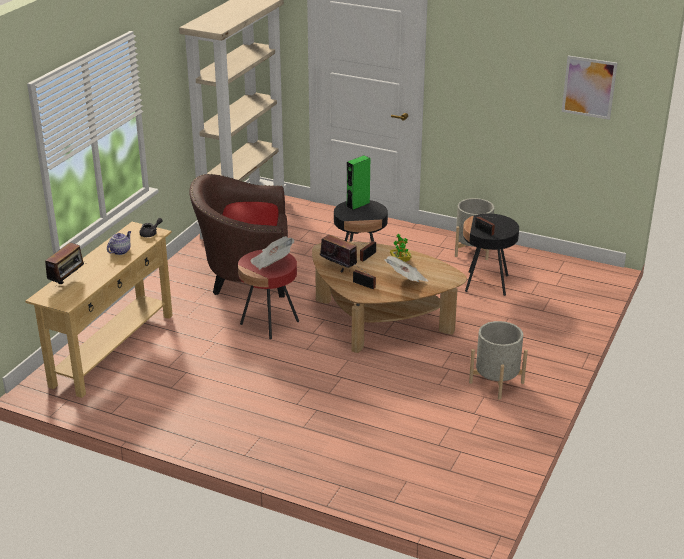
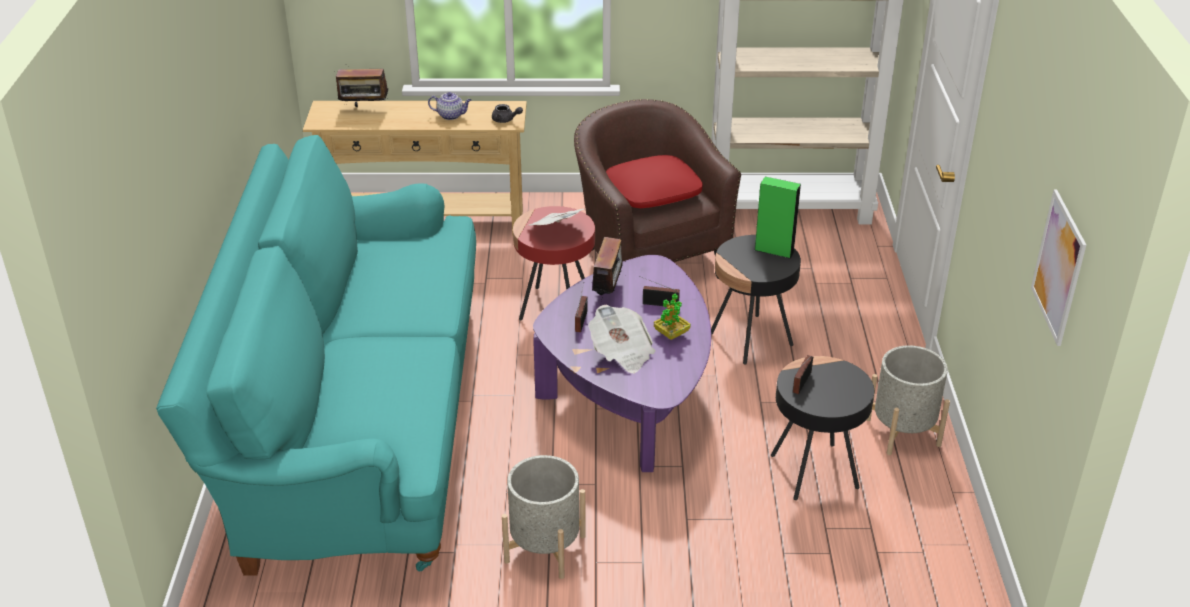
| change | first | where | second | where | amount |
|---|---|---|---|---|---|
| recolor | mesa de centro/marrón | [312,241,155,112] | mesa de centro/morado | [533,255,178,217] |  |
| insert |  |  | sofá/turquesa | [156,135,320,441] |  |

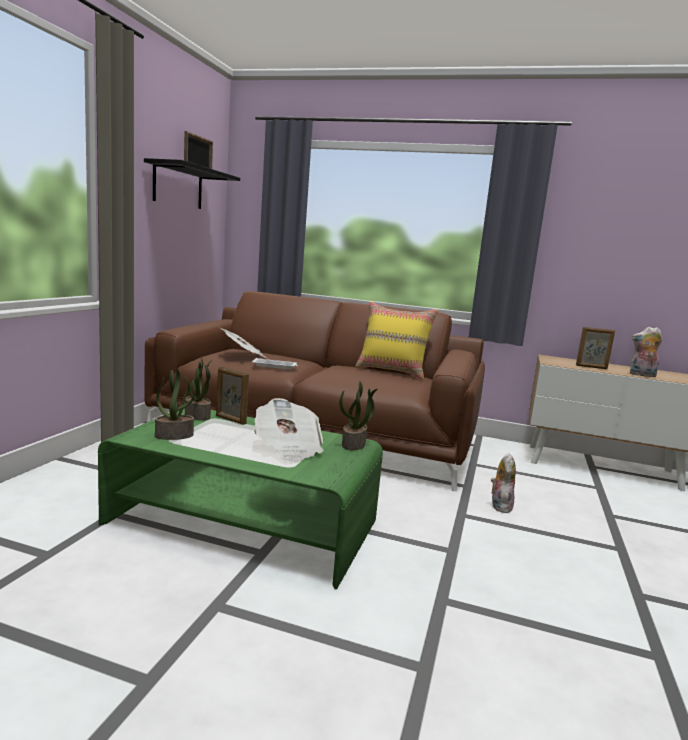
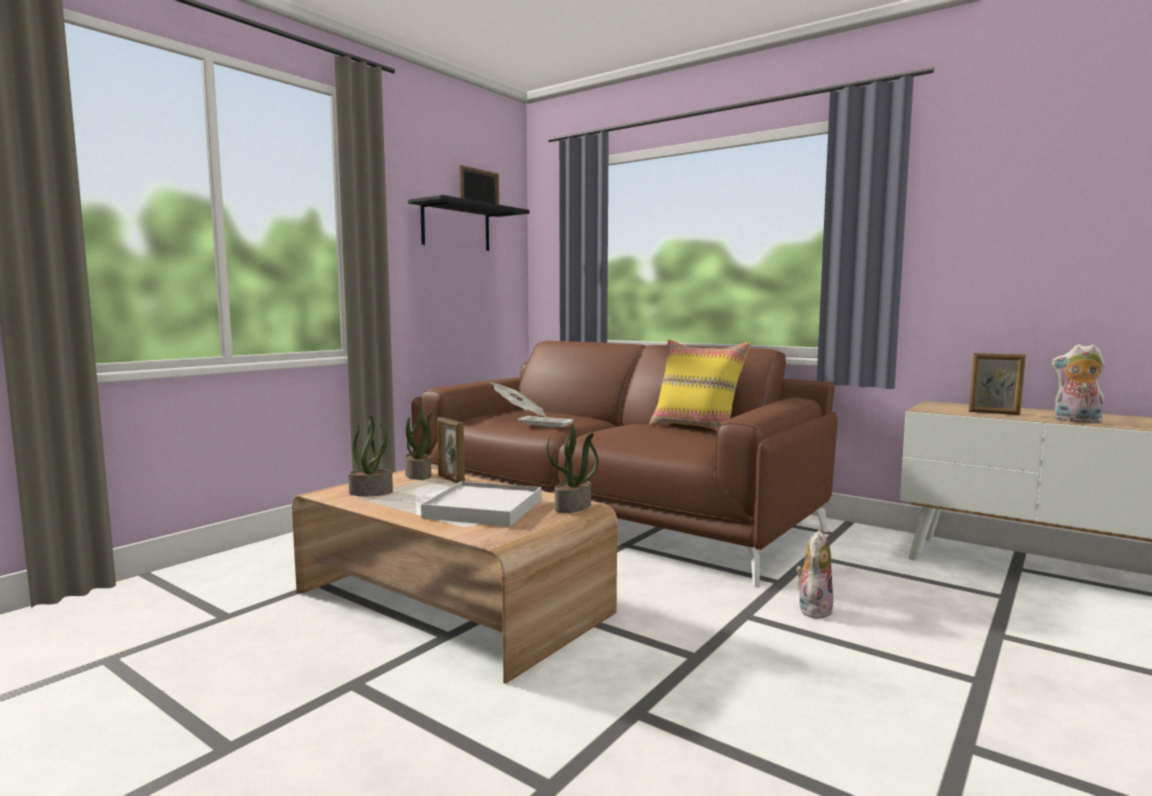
| change | first | where | second | where | amount |
|---|---|---|---|---|---|
| replace | periódico | [254,398,69,66] | bandeja/blanco | [421,481,120,46] |  |
| recolor | mesa de centro/verde | [98,408,285,181] | mesa de centro/marrón | [292,468,325,216] |  |

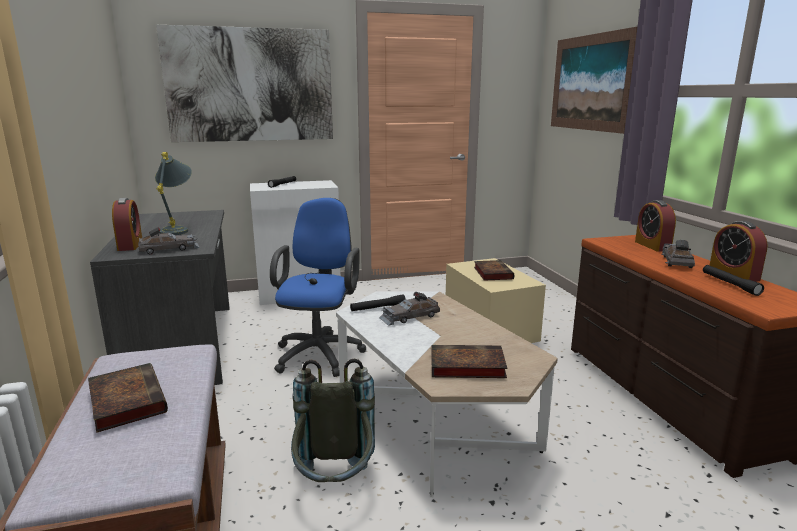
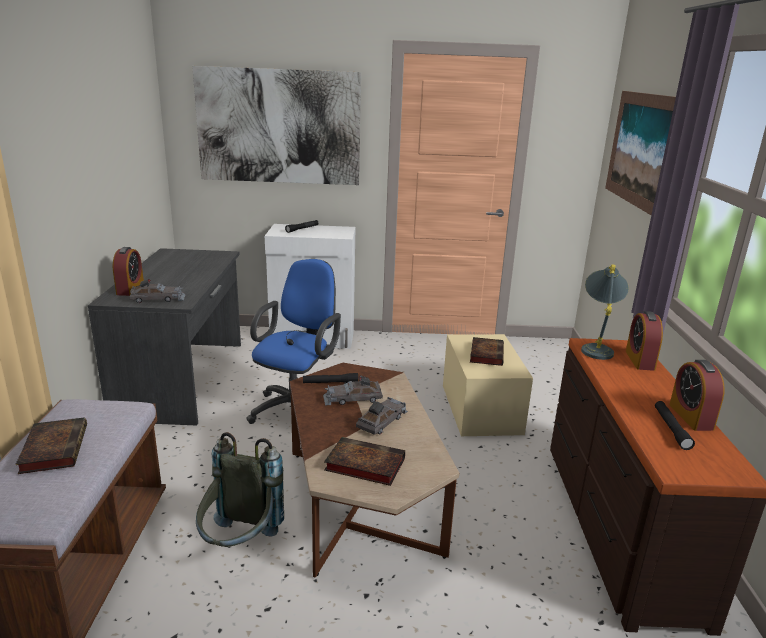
| change | first | where | second | where | amount |
|---|---|---|---|---|---|
| move | lámpara de mesa/gris | [155,152,37,83] |  | [581,264,48,96] |  |
| move | coche de juguete/gris | [662,240,33,28] |  | [356,397,52,38] |  |
| recolor | mesa de centro/blanco | [336,292,222,205] | mesa de centro/marrón | [290,363,169,215] |  |

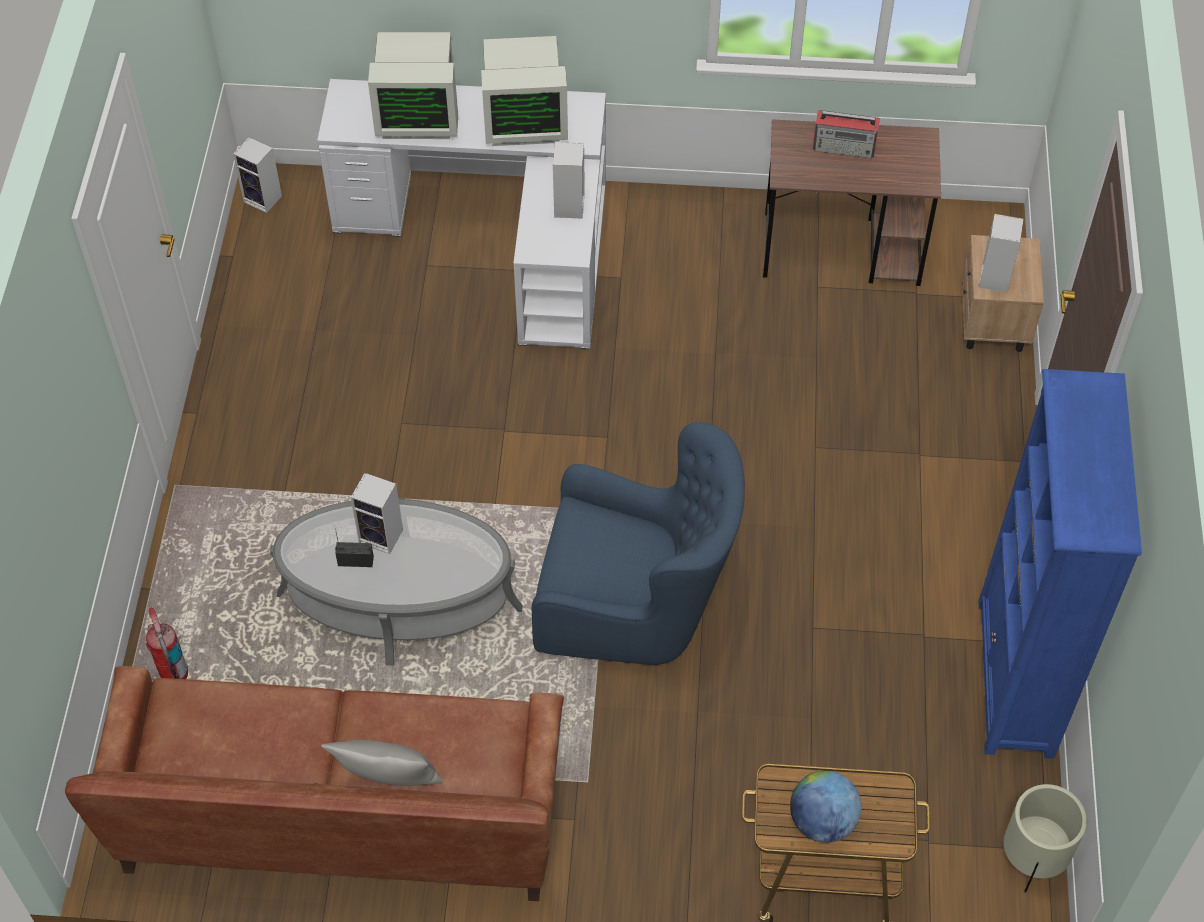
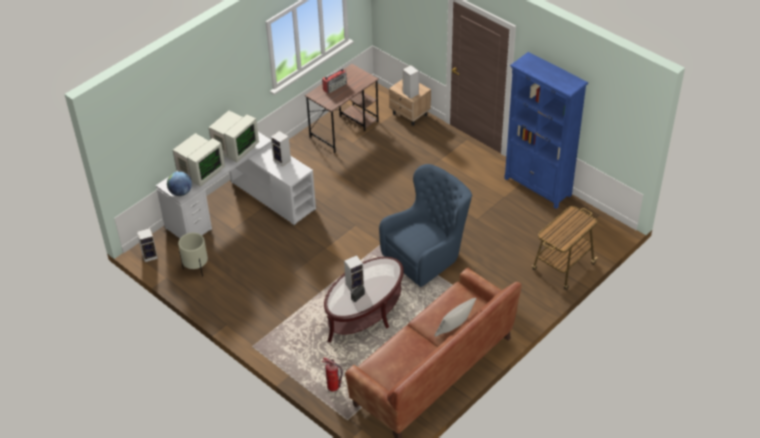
| change | first | where | second | where | amount |
|---|---|---|---|---|---|
| recolor | mesa de centro/gris | [270,498,253,168] | mesa de centro/marrón | [324,257,80,86] |  |
| move | globo terráqueo | [790,771,72,72] |  | [167,171,25,25] |  |
| move | maceta/beis | [1004,784,83,109] |  | [178,233,30,44] |  |

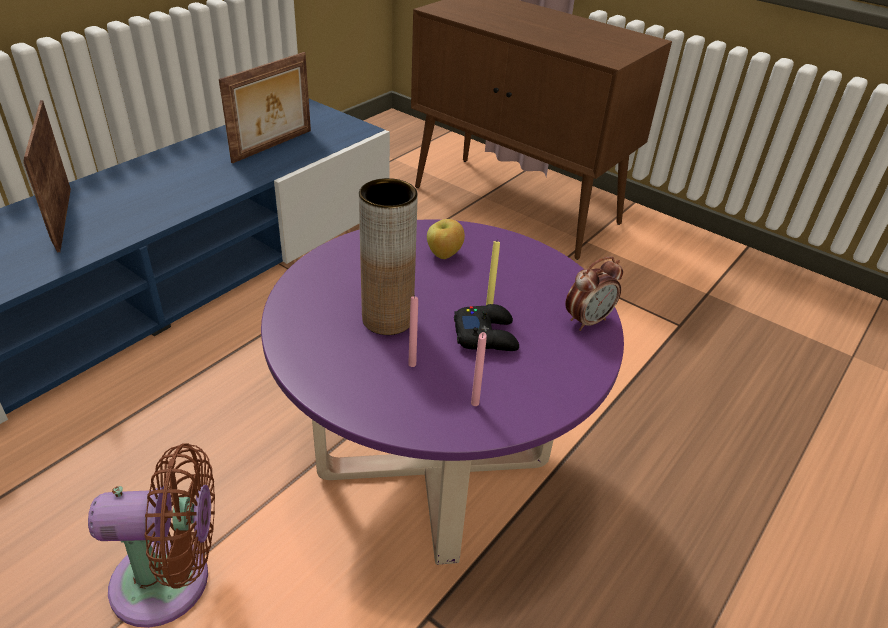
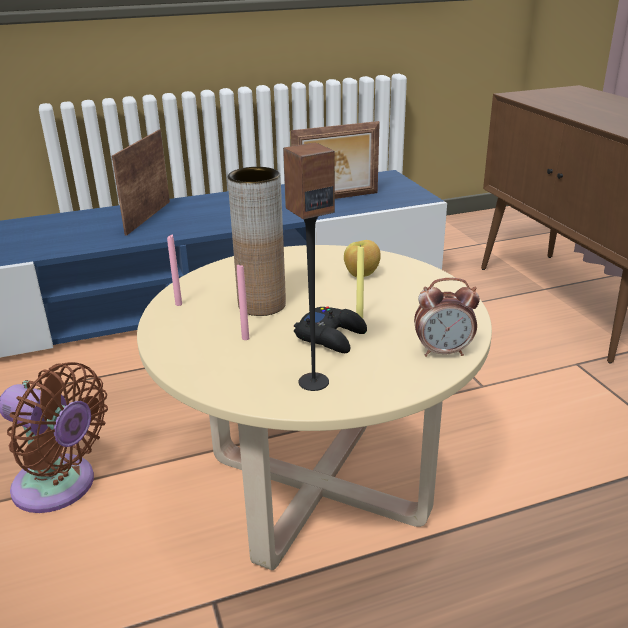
| change | first | where | second | where | amount |
|---|---|---|---|---|---|
| recolor | mesa de centro/morado | [261,219,363,346] | mesa de centro/beis | [137,245,355,325] |  |
| move | vela/rosa | [471,332,16,74] |  | [167,235,15,71] |  |
| insert |  |  | altavoz | [283,142,52,249] |  |

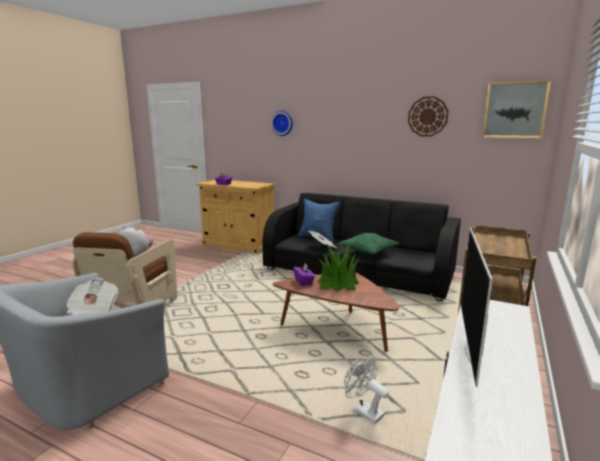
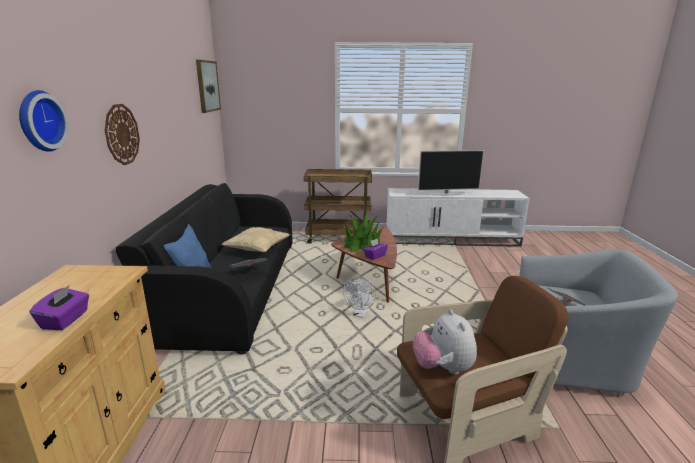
| change | first | where | second | where | amount |
|---|---|---|---|---|---|
| move | reloj de pared | [408,96,41,41] |  | [105,104,35,61] |  |
| recolor | cojín/verde | [339,233,61,22] | cojín/beis | [221,227,69,25] |  |
| move | ventilador/blanco | [344,355,45,69] |  | [343,277,33,41] |  |

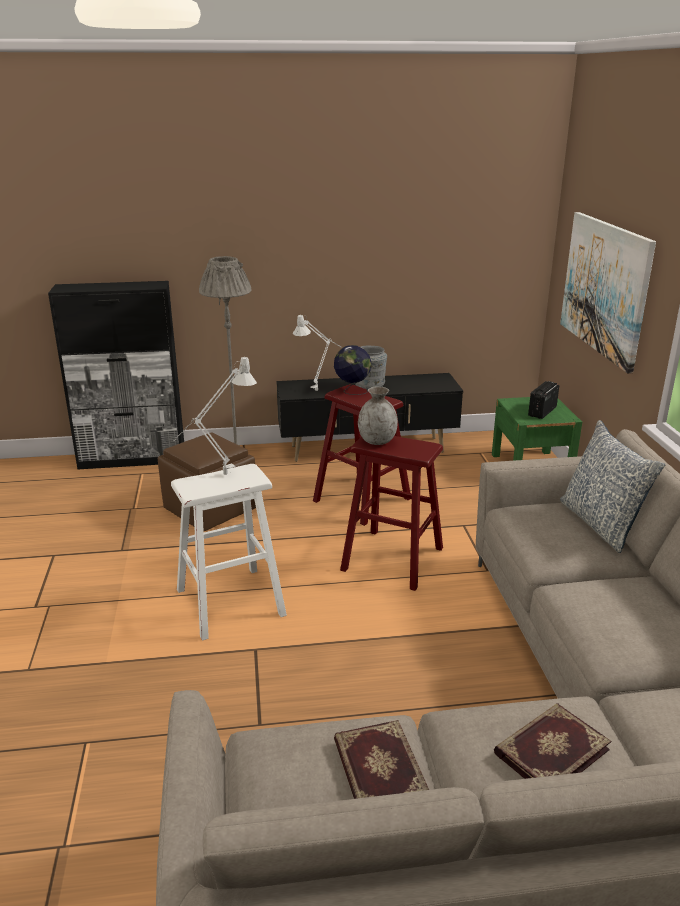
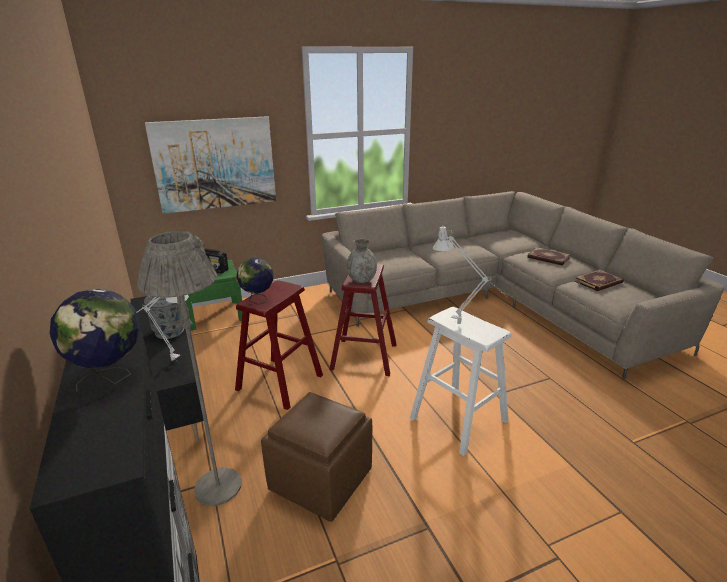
| change | first | where | second | where | amount |
|---|---|---|---|---|---|
| delete | cojín | [560,420,106,133] |  |  |  |
| insert |  |  | globo terráqueo | [50,289,90,103] |  |

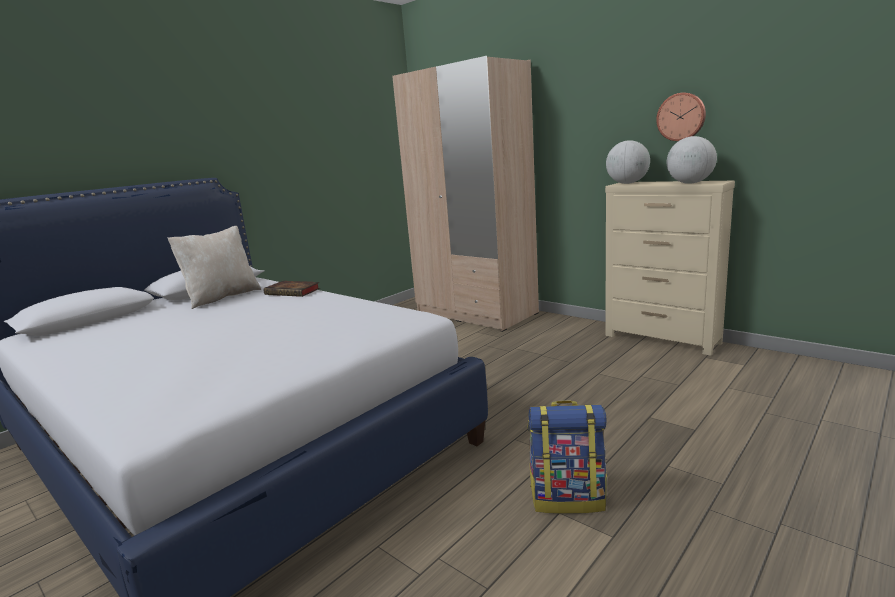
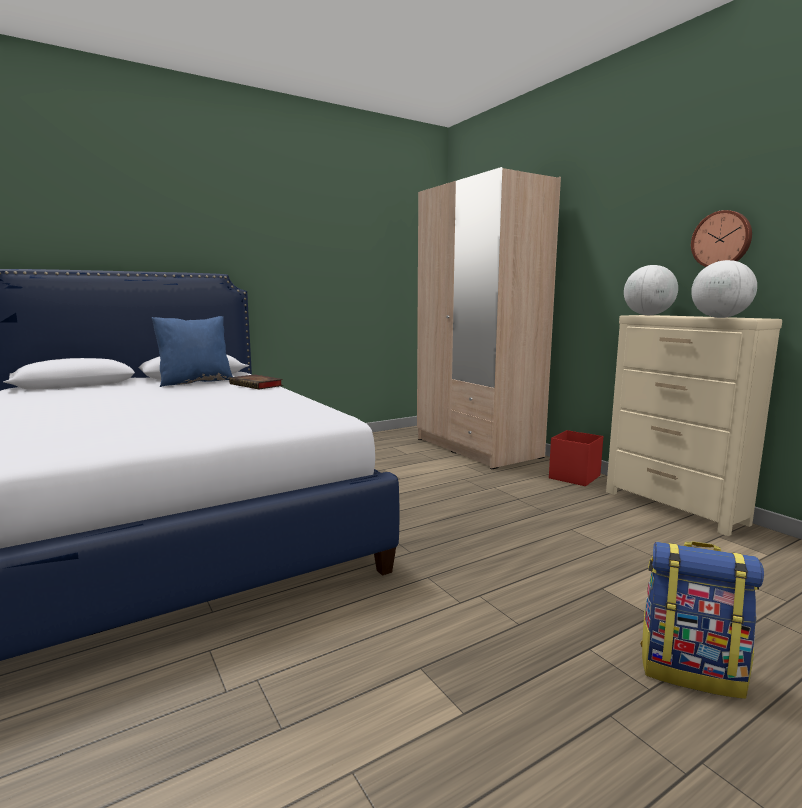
| change | first | where | second | where | amount |
|---|---|---|---|---|---|
| recolor | cojín/beis | [167,226,94,83] | cojín/azul | [152,316,81,71] |  |
| move | mochila | [527,400,80,114] |  | [640,541,124,158] |  |
| insert |  |  | caja de almacenaje/rojo | [549,430,54,56] |  |

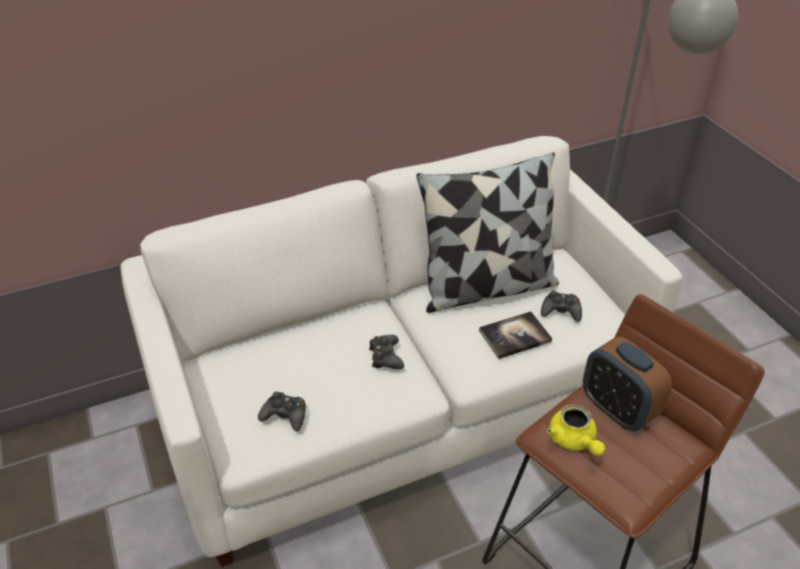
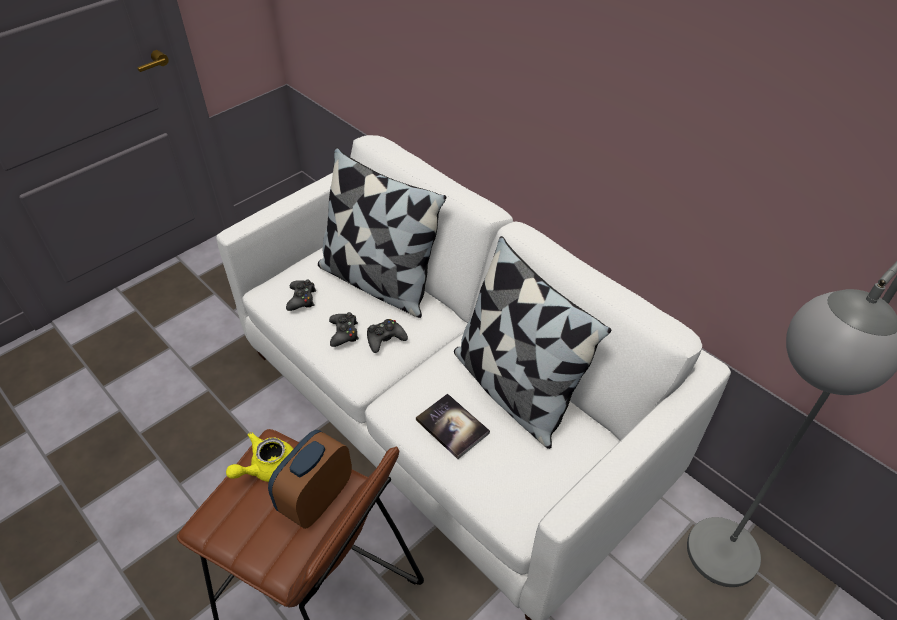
| change | first | where | second | where | amount |
|---|---|---|---|---|---|
| move | mando de consola/negro | [541,291,41,31] |  | [329,312,30,35] |  |
| insert |  |  | cojín | [318,147,129,171] |  |

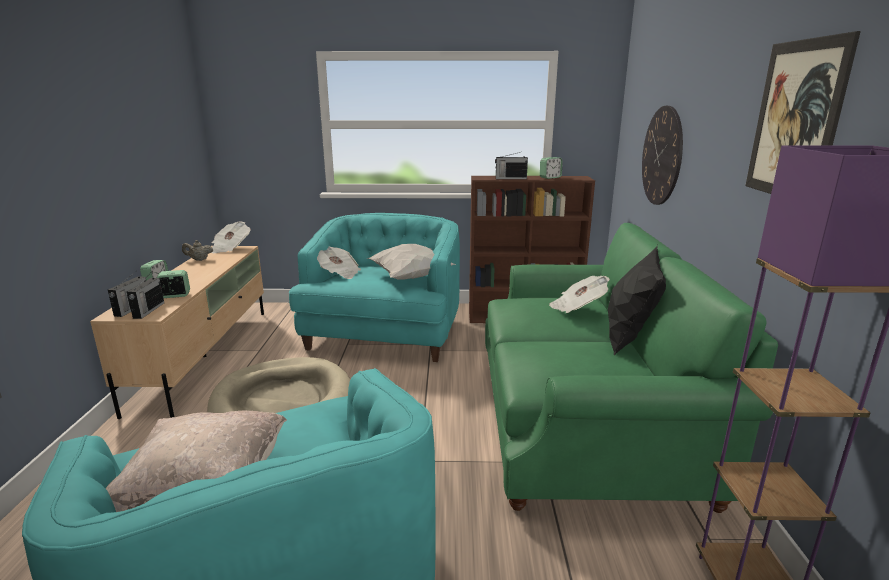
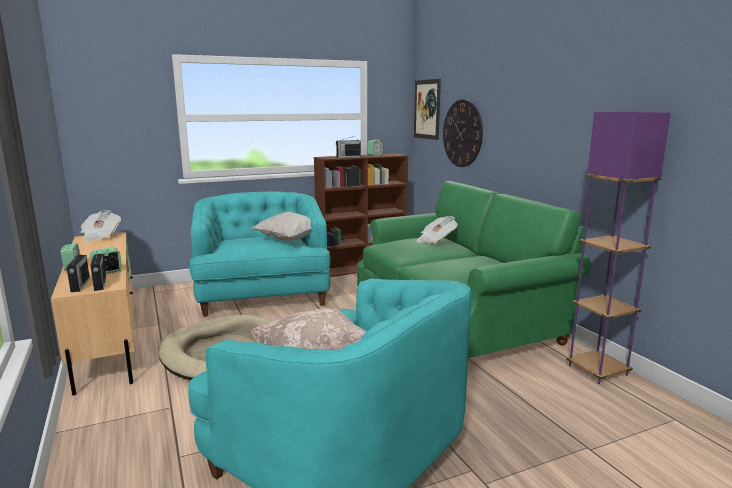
| change | first | where | second | where | amount |
|---|---|---|---|---|---|
| move | cuadro | [745,31,116,163] |  | [414,79,27,61] |  |
| delete | tetera/beis | [182,240,31,21] |  |  |  |
| delete | cojín/negro | [608,245,58,111] |  |  |  |
| delete | periódico | [317,247,44,32] |  |  |  |

